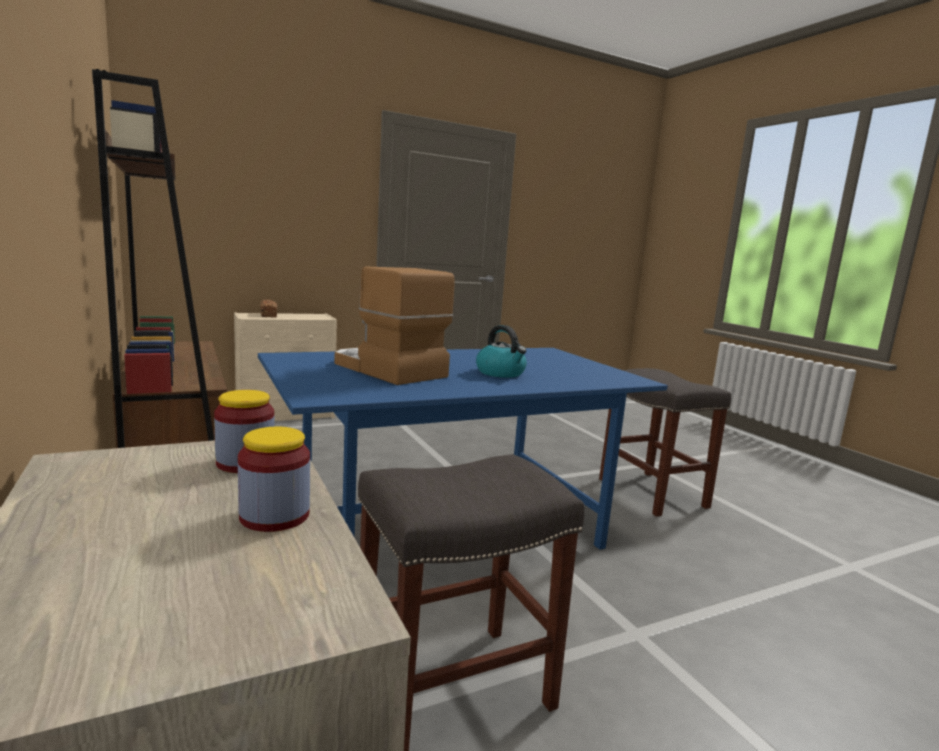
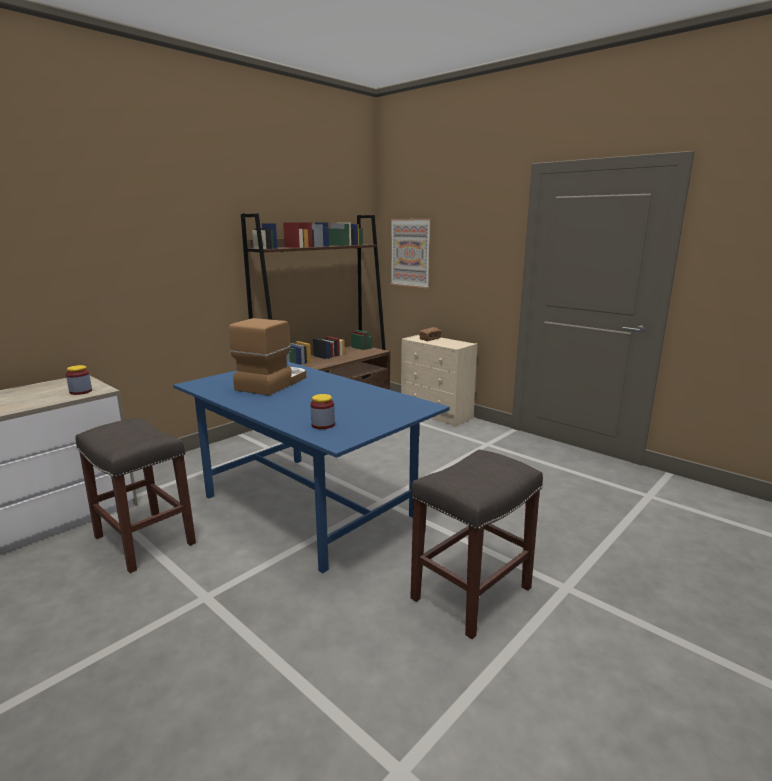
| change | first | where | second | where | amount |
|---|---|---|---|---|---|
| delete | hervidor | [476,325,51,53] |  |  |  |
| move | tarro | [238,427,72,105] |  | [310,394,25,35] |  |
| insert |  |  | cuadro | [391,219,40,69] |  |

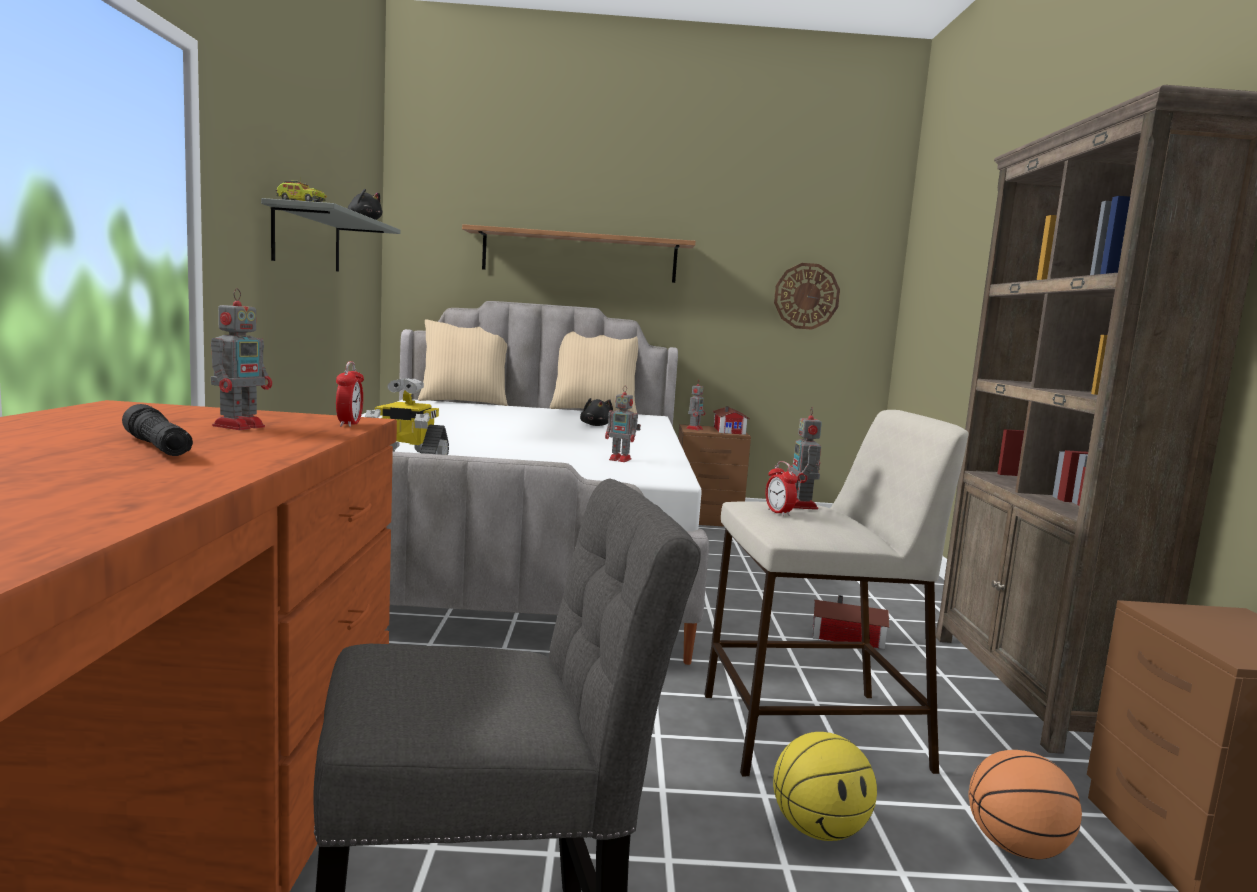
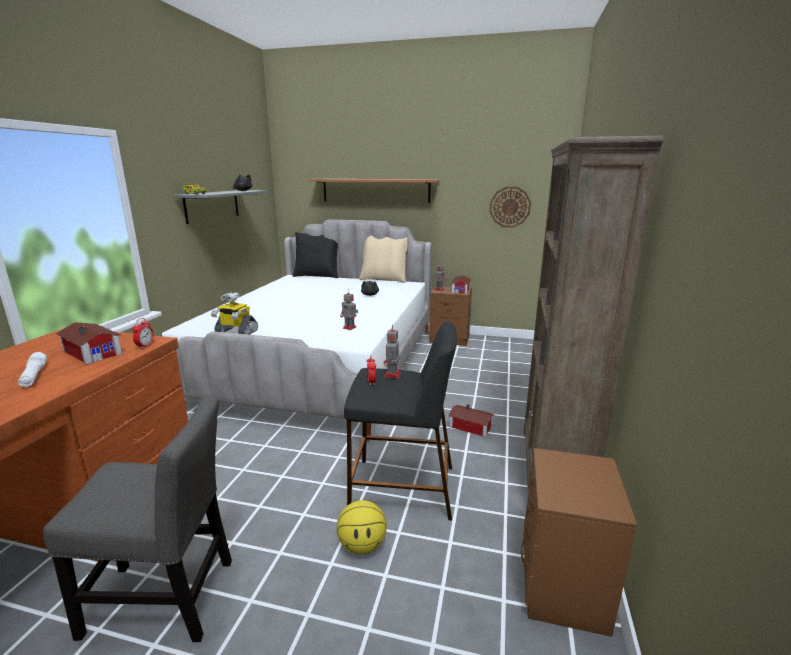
| change | first | where | second | where | amount |
|---|---|---|---|---|---|
| replace | robot de juguete | [211,288,61,142] | casita | [55,322,67,42] |  |
| recolor | cojín/beis | [418,319,89,87] | cojín/negro | [293,232,45,46] |  |
| recolor | linterna/negro | [122,404,71,52] | linterna/blanco | [18,352,29,35] |  |
| recolor | taburete/beis | [705,410,264,366] | taburete/negro | [344,321,113,199] |  |
| delete | balón de baloncesto | [968,750,114,109] |  |  |  |

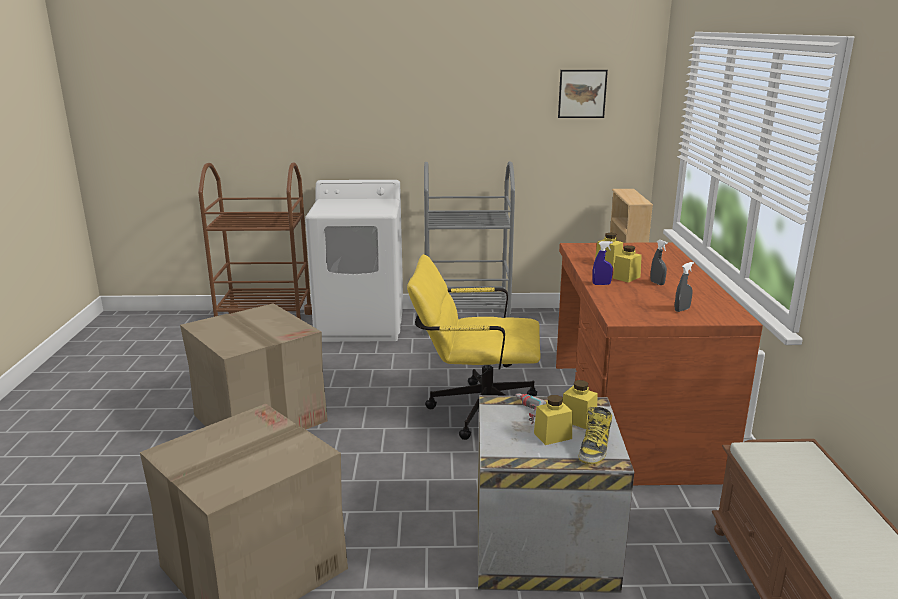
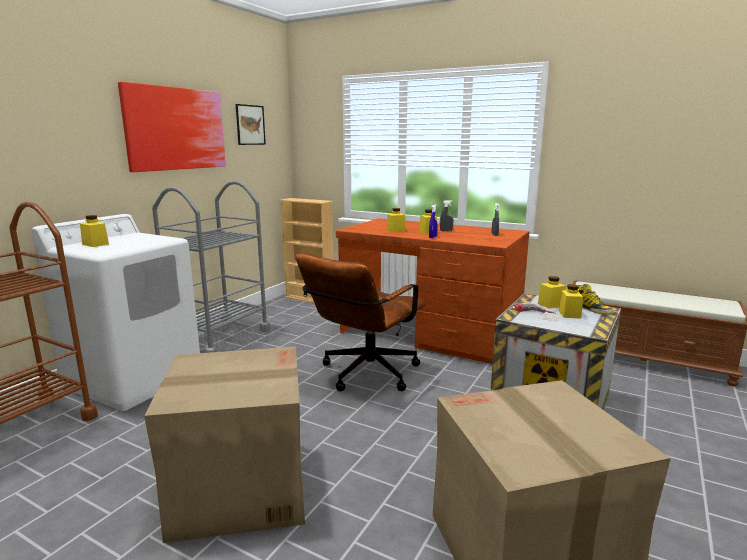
| change | first | where | second | where | amount |
|---|---|---|---|---|---|
| recolor | silla de oficina/amarillo | [407,254,134,186] | silla de oficina/marrón | [295,253,131,138] |  |
| insert |  |  | cuadro | [118,82,108,90] |  |
| insert |  |  | tarro/amarillo | [80,215,29,32] |  |

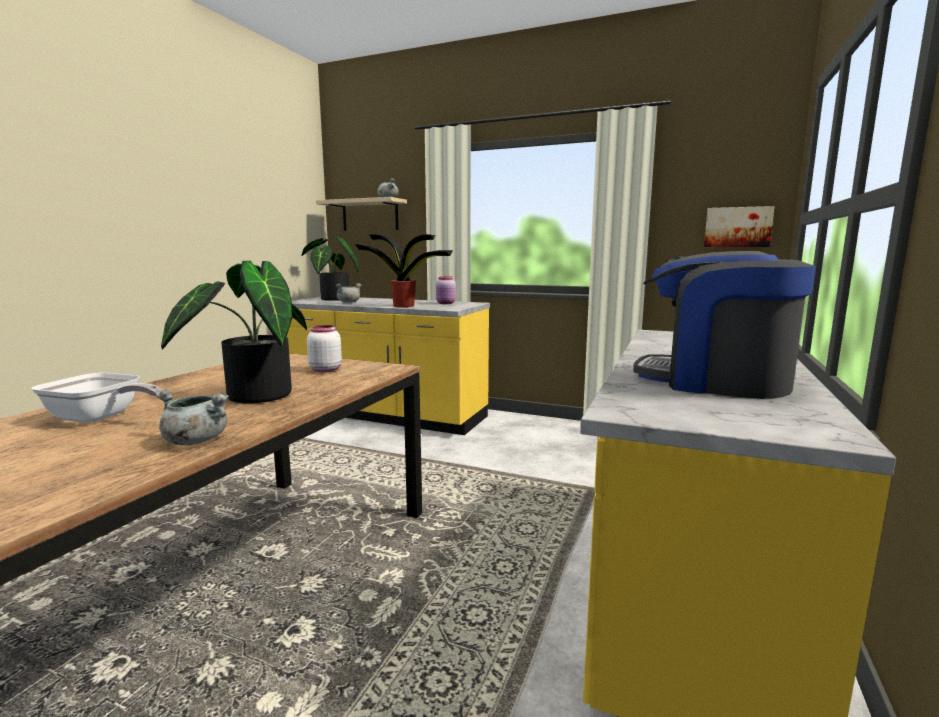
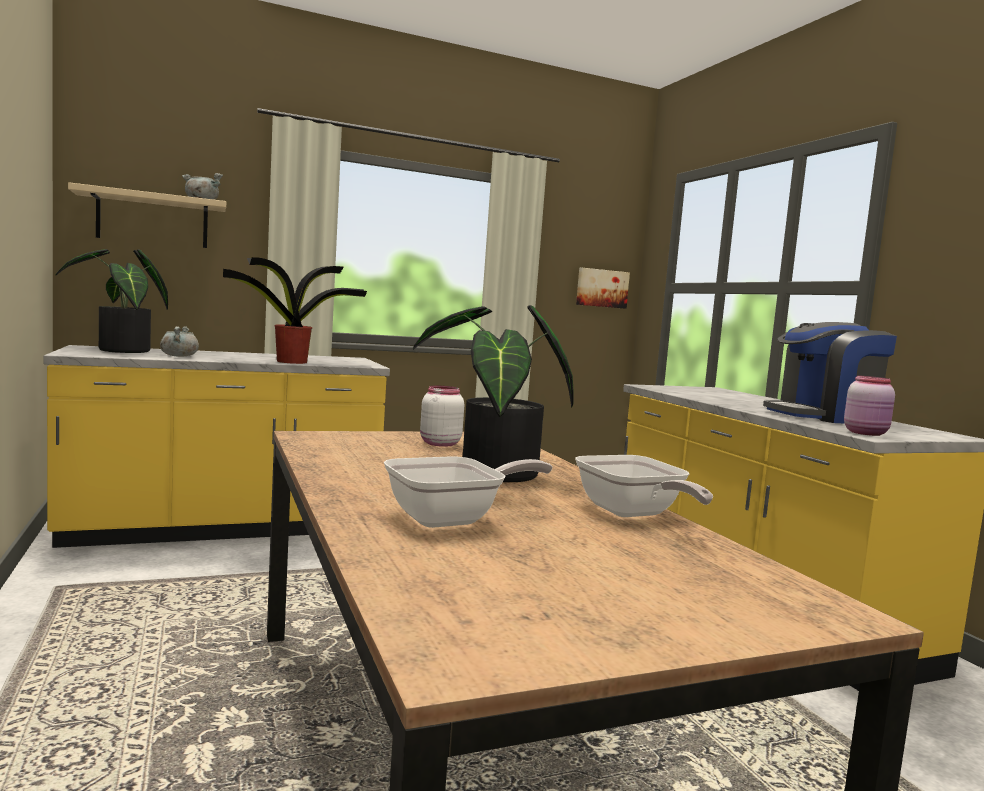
| change | first | where | second | where | amount |
|---|---|---|---|---|---|
| move | tarro/rosa | [436,276,20,28] |  | [844,376,51,60] |  |
| replace | olla/gris | [155,389,74,56] | sartén | [575,455,138,62] |  |

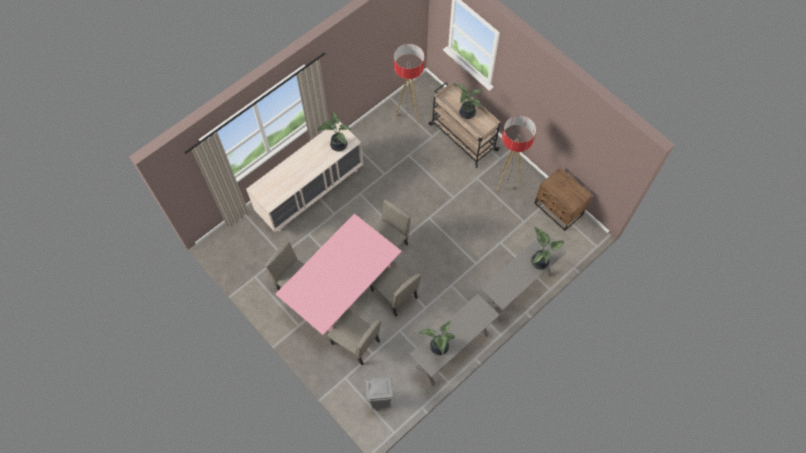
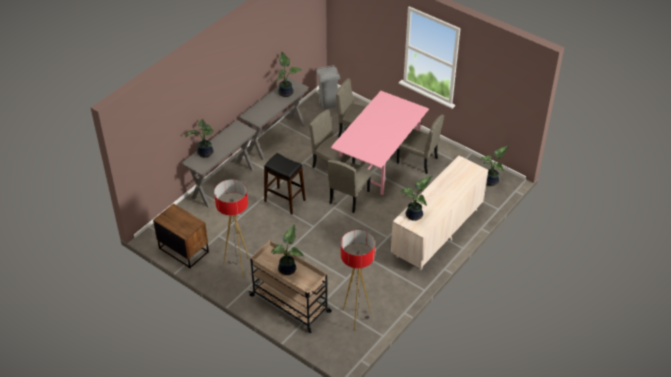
| change | first | where | second | where | amount |
|---|---|---|---|---|---|
| insert |  |  | planta en maceta | [480,145,29,41] |  |
| insert |  |  | taburete/negro | [264,153,42,62] |  |

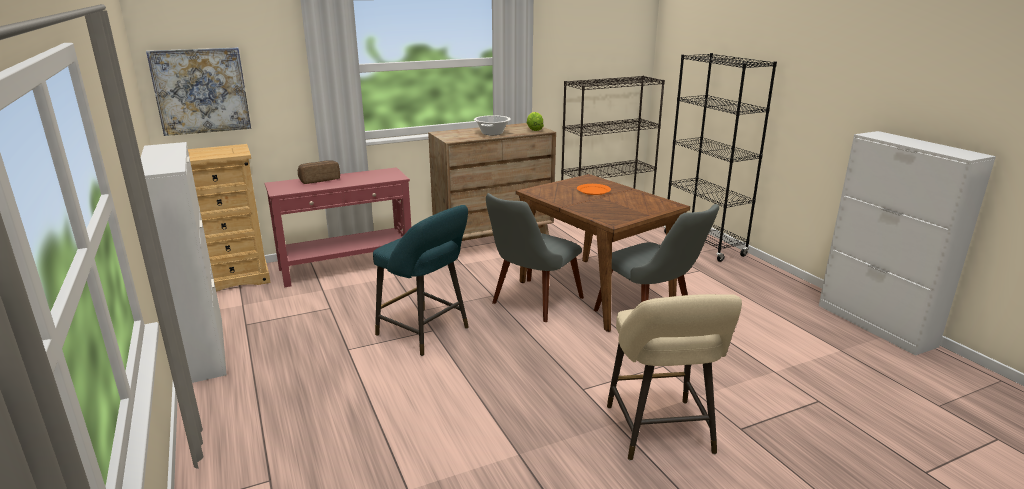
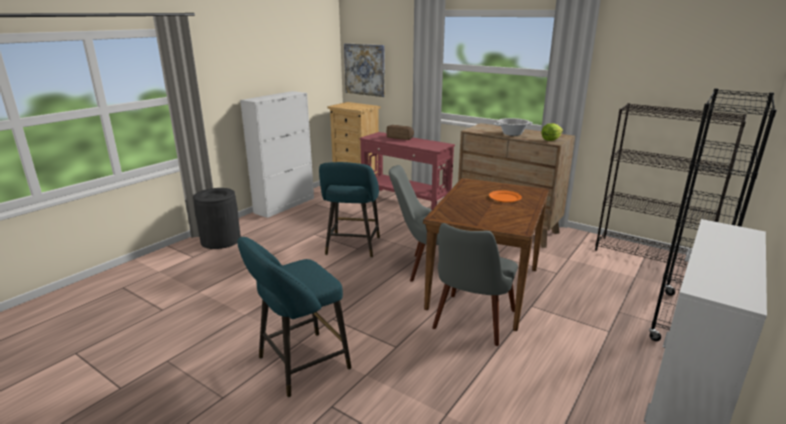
| change | first | where | second | where | amount |
|---|---|---|---|---|---|
| recolor | taburete/beis | [607,294,135,167] | taburete/turquesa | [237,237,114,160] |  |
| insert |  |  | papelera/negro | [193,188,48,61] |  |

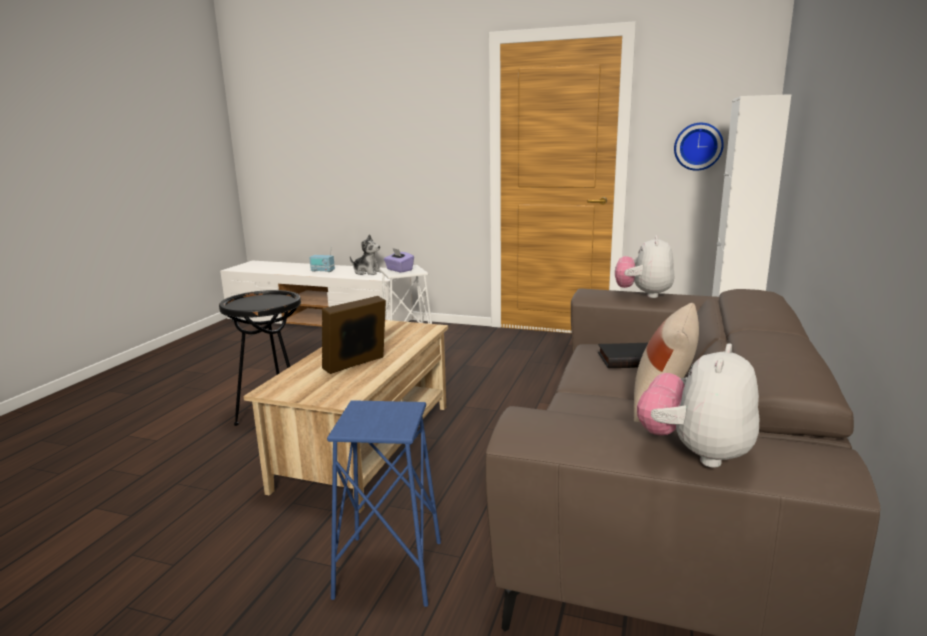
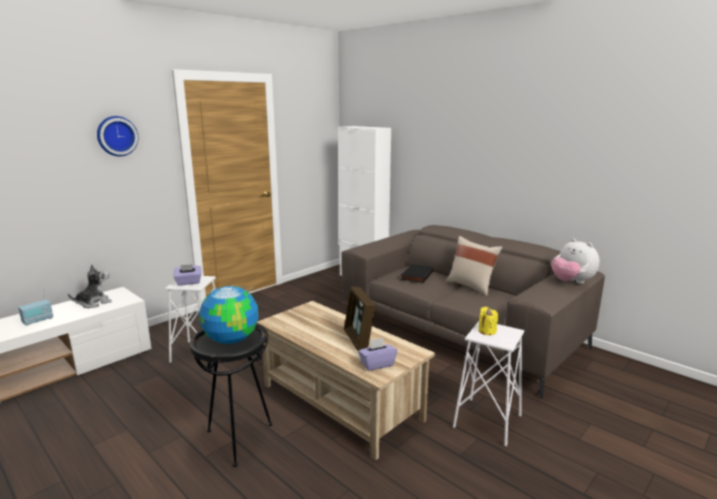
| change | first | where | second | where | amount |
|---|---|---|---|---|---|
| move | reloj de pared | [674,123,50,48] |  | [97,116,41,40] |  |
| delete | peluche | [615,235,59,63] |  |  |  |
| recolor | taburete/azul | [327,400,114,207] | taburete/blanco | [453,321,71,125] |  |
| insert |  |  | globo terráqueo | [199,286,60,58] |  |
| insert |  |  | vela/amarillo | [478,307,20,28] |  |
| insert |  |  | caja de pañuelos/morado | [358,338,39,33] |  |

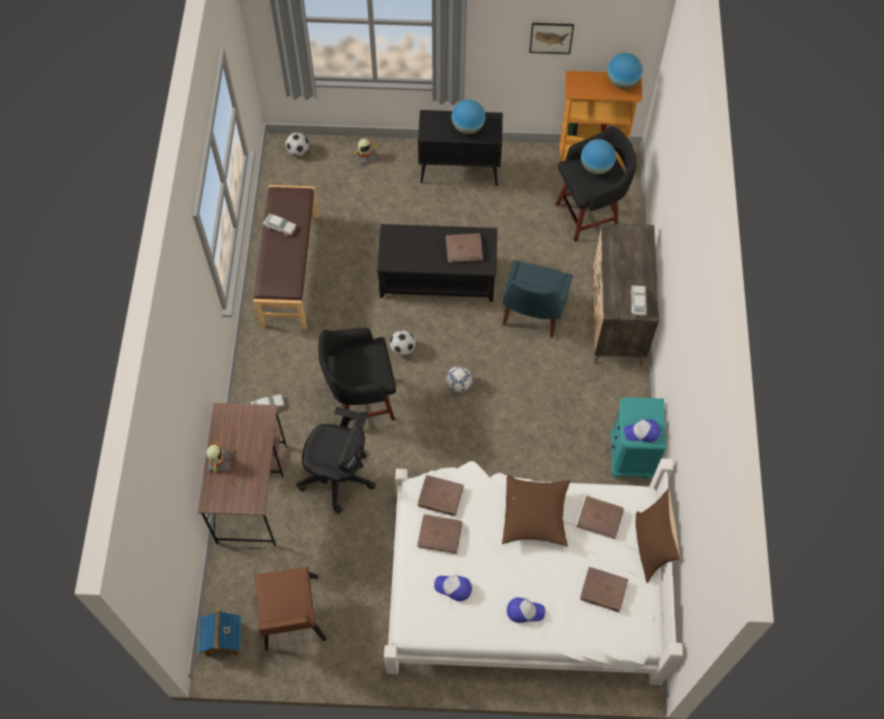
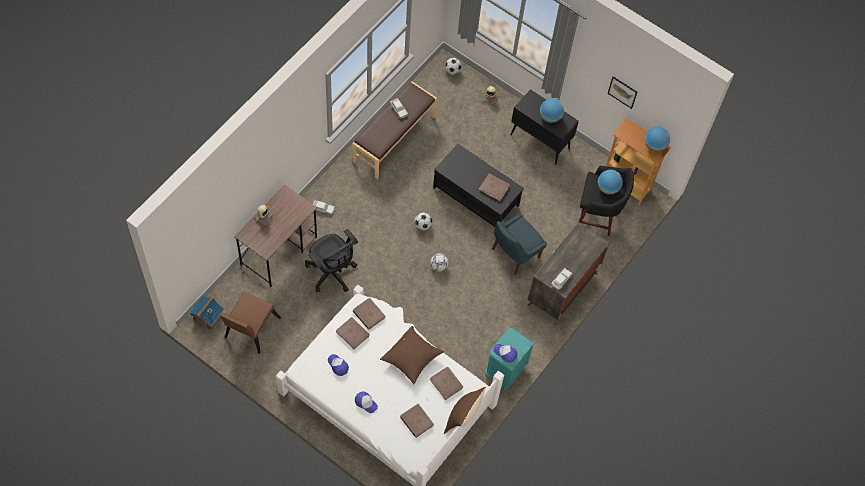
| change | first | where | second | where | amount |
|---|---|---|---|---|---|
| delete | taburete/negro | [318,328,78,100] |  |  |  |

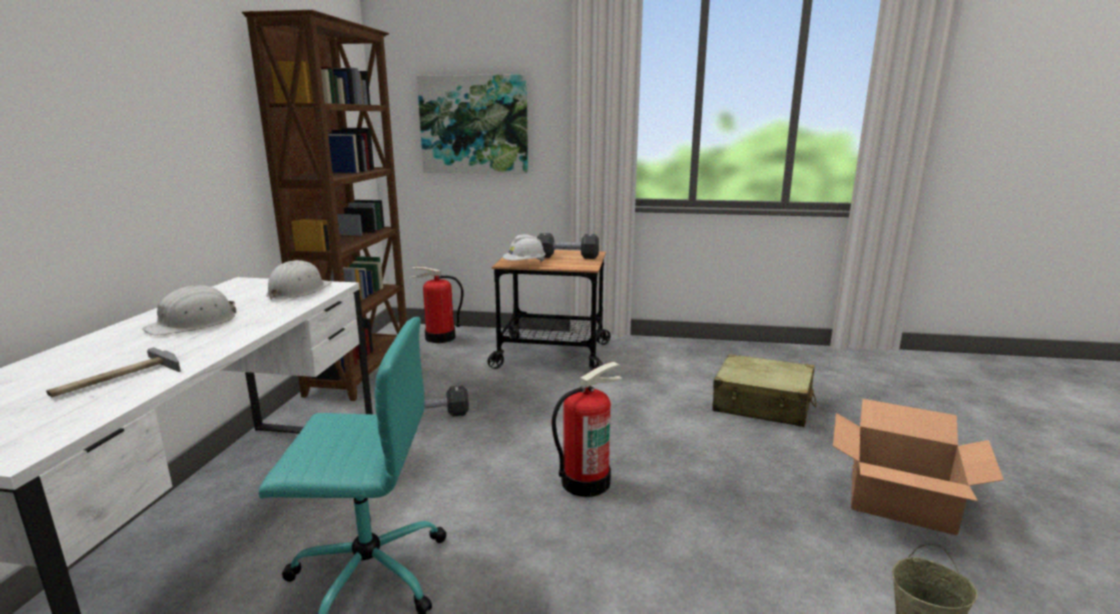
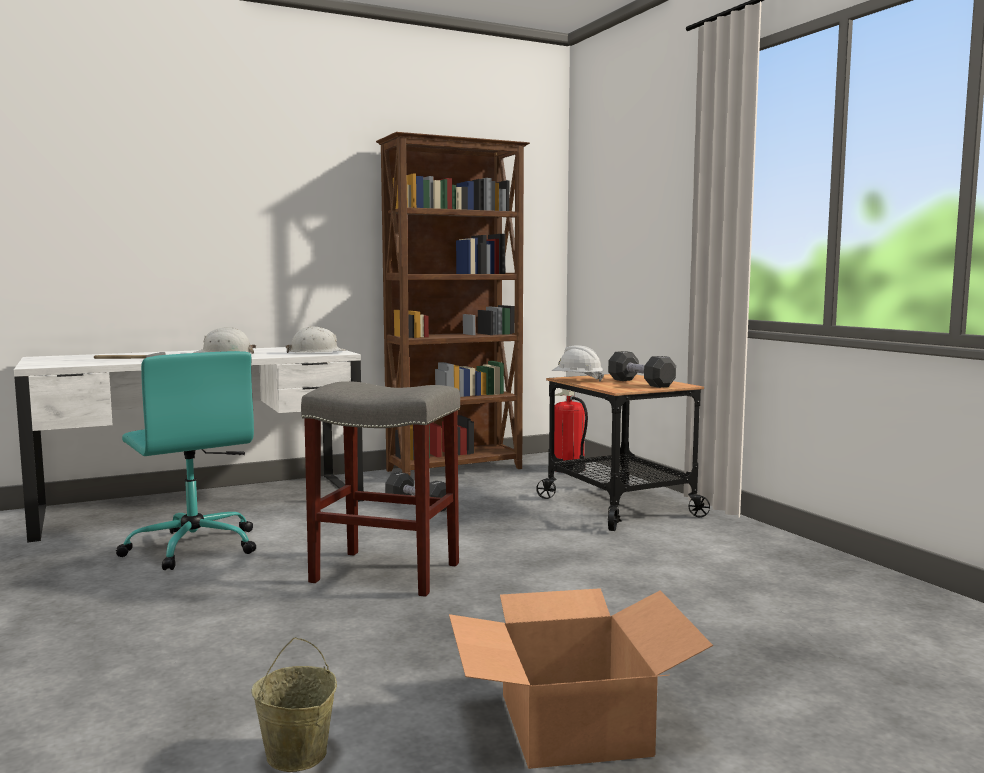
| change | first | where | second | where | amount |
|---|---|---|---|---|---|
| delete | cuadro | [417,74,111,100] |  |  |  |
| delete | maleta/beis | [712,354,104,73] |  |  |  |
| replace | extintor | [552,362,70,135] | taburete/gris | [301,381,159,216] |  |

